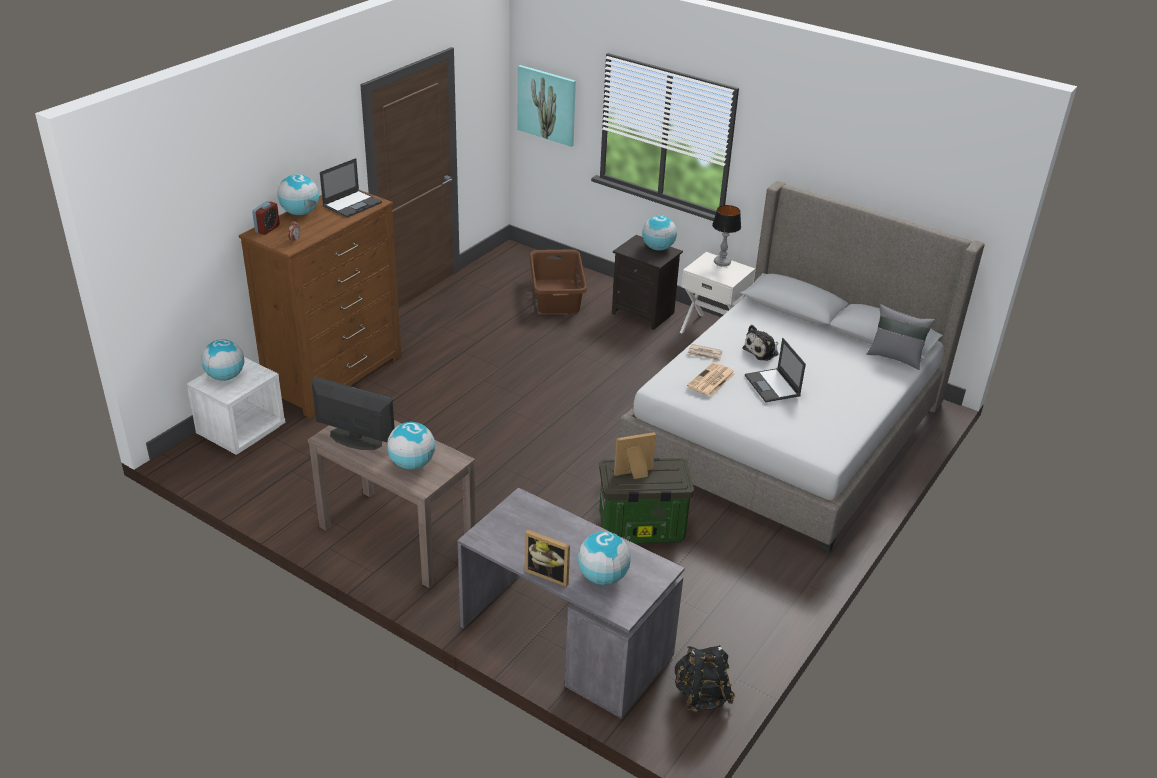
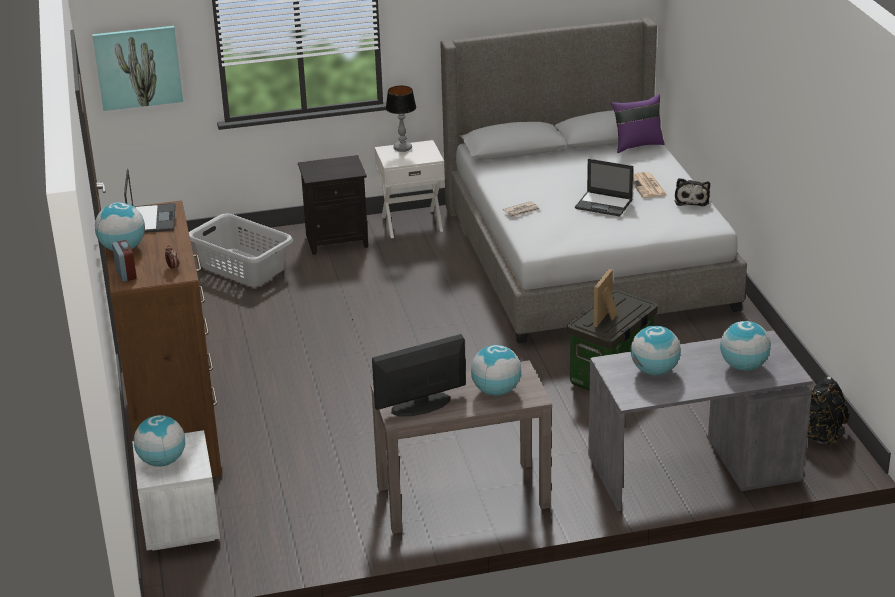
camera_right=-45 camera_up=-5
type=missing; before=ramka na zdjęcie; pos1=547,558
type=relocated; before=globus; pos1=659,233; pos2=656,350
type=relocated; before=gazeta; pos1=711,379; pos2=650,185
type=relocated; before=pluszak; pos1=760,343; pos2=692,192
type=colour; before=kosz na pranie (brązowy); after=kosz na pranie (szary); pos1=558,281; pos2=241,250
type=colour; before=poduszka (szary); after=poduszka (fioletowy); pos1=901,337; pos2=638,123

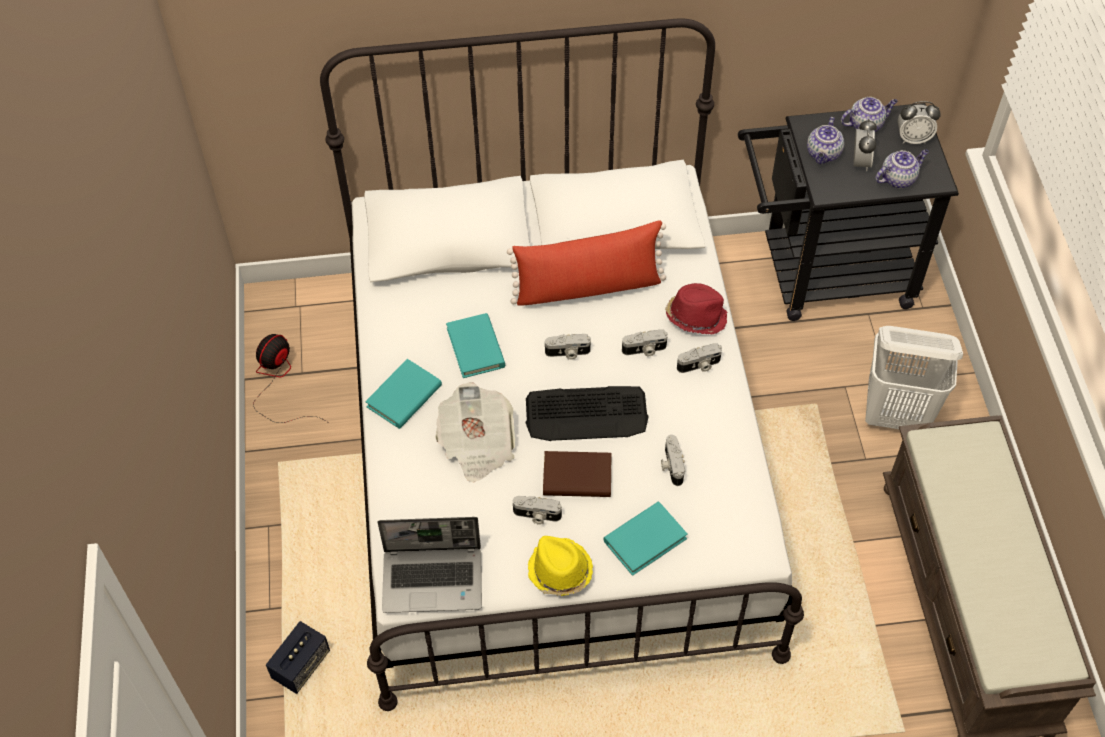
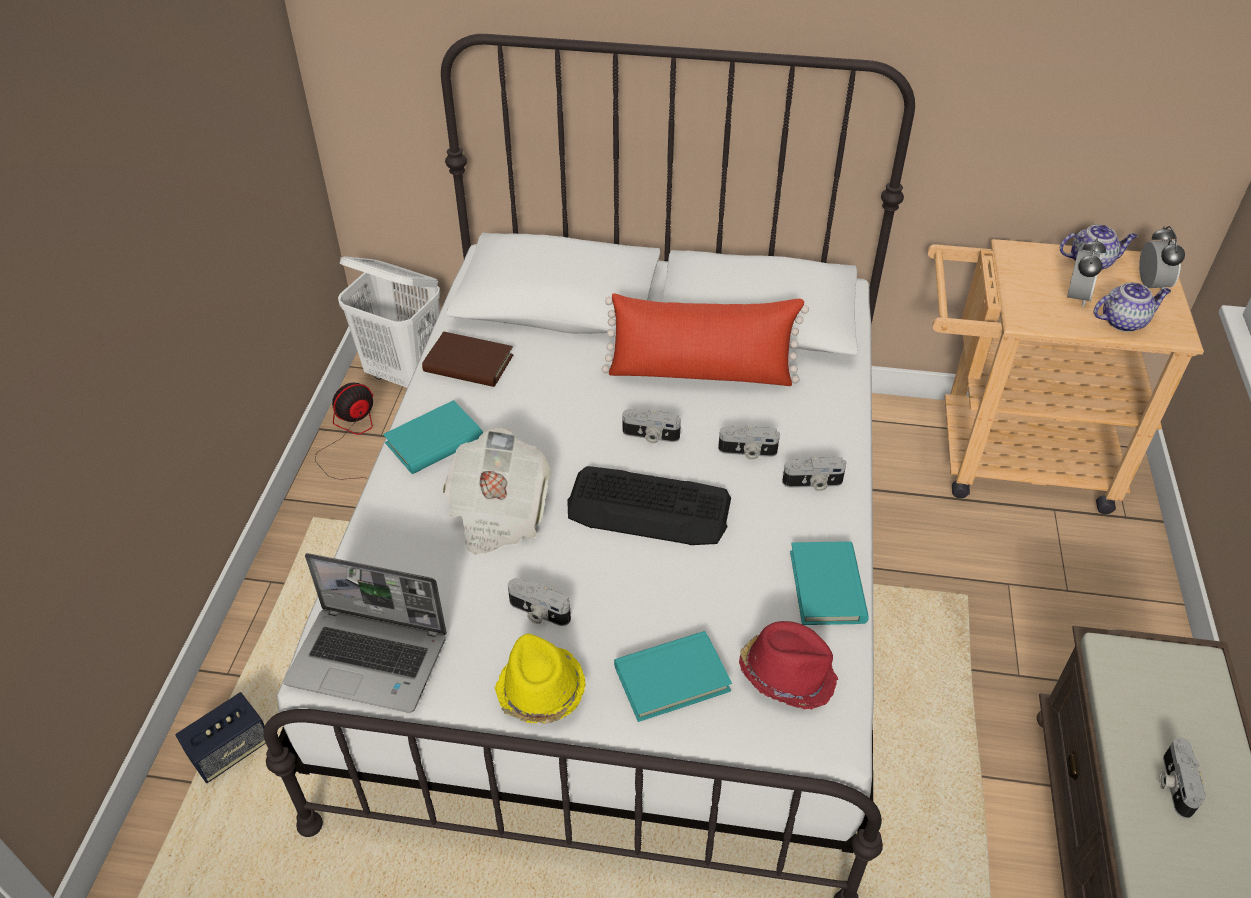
camera_right=15 camera_up=-10
type=missing; before=imbryk; pos1=825,140
type=relocated; before=książka (turkusowy); pos1=475,345; pos2=829,583
type=relocated; before=książka (brązowy); pos1=577,474; pos2=467,359
type=relocated; before=aparat fotograficzny; pos1=673,460; pos2=1182,778
type=relocated; before=kapelusz (czerwony); pos1=696,308; pos2=788,665
type=relocated; before=kosz na pranie (biały); pos1=914,377; pos2=389,322
type=colour; before=wózek (czarny); after=wózek (beżowy); pos1=848,212; pos2=1066,376
type=spun; before=budzik; pos1=919,122; pos2=1162,257; turn=-105

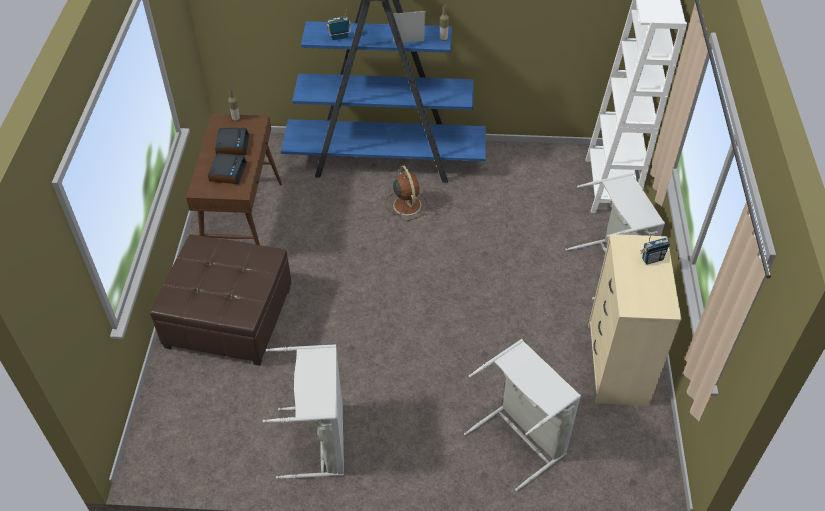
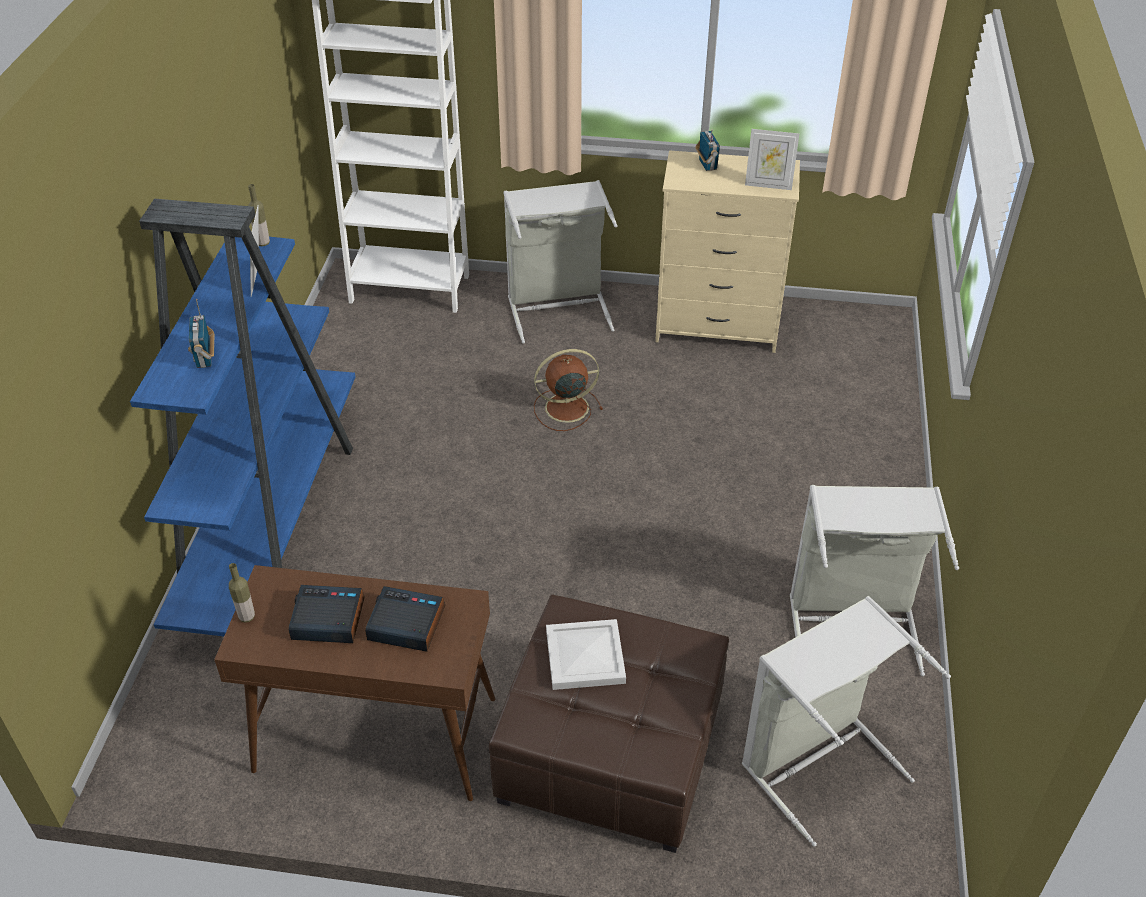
camera_right=-85 camera_up=-5
type=appeared; after=taca (biały); pos2=586,654
type=appeared; after=ramka na zdjęcie; pos2=772,159
type=relocated; before=wentylator (brązowy); pos1=406,194; pos2=568,390
type=relocated; before=kosz na pranie (szary); pos1=522,415; pos2=846,721

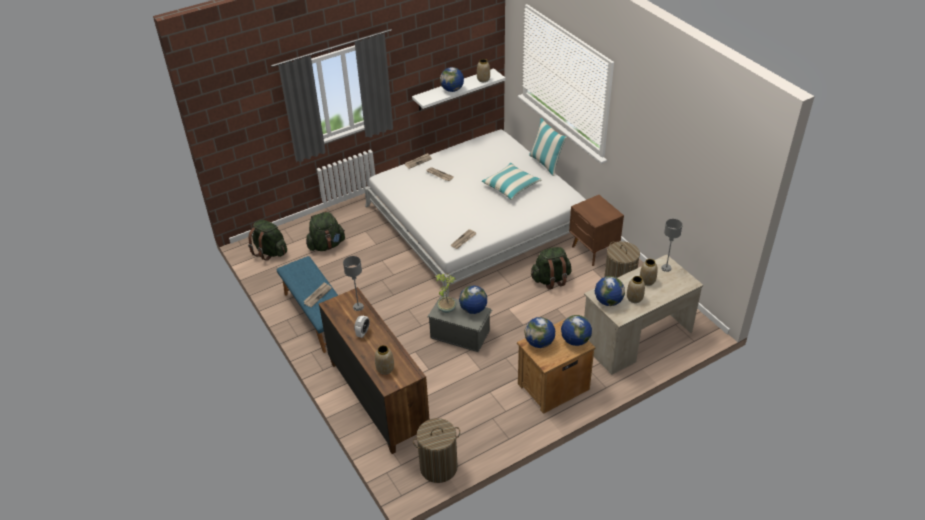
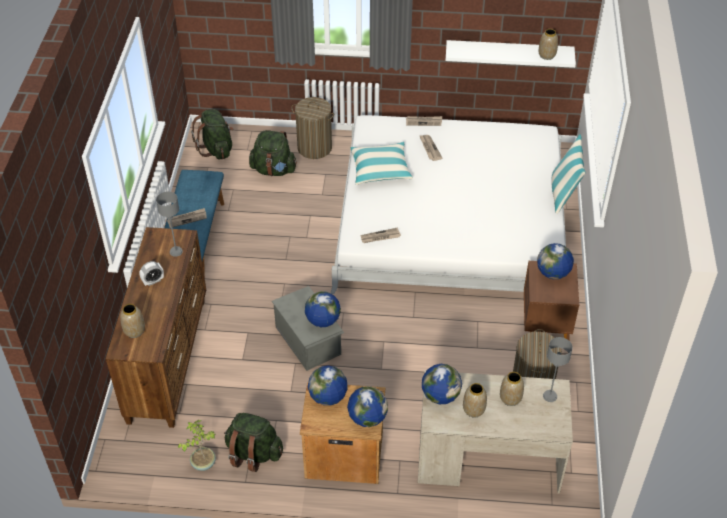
camera_right=35 camera_up=5
type=relocated; before=kosz na pranie; pos1=436,450; pos2=313,128
type=relocated; before=roślina doniczkowa; pos1=446,293; pos2=197,445
type=relocated; before=globus; pos1=452,79; pos2=555,261
type=relocated; before=poduszka; pos1=511,181; pos2=382,163
type=relocated; before=plecak (zielony); pos1=551,268; pos2=253,442

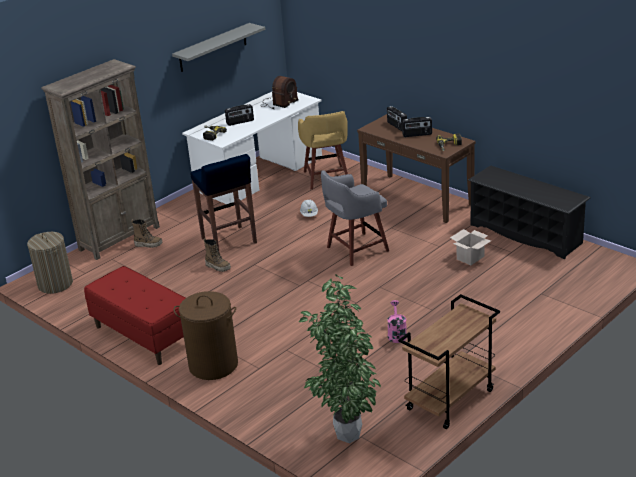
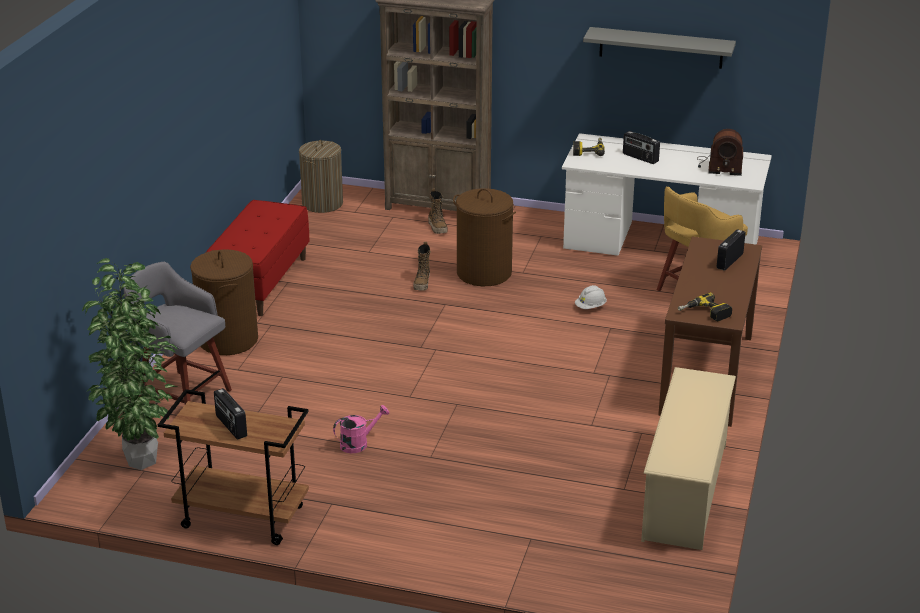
camera_right=60 camera_up=0
type=missing; before=karton; pos1=470,247
type=relocated; before=stołek (szary); pos1=355,218; pos2=178,333
type=relocated; before=radio; pos1=417,127; pos2=230,414
type=exchanged; before=stołek (niebieski); after=kosz na pranie (brązowy); pos1=223,204; pos2=484,237
type=colour; before=regał na buty (czarny); after=regał na buty (beżowy); pos1=529,212; pos2=688,458

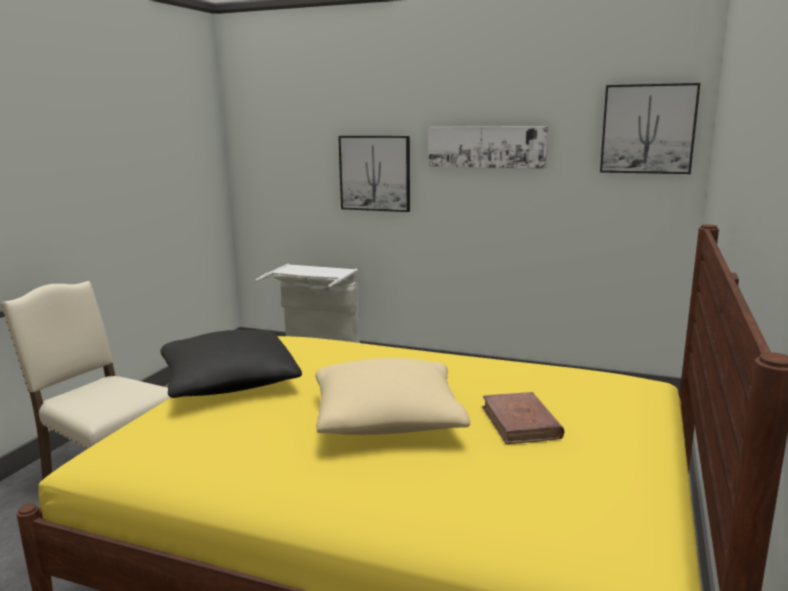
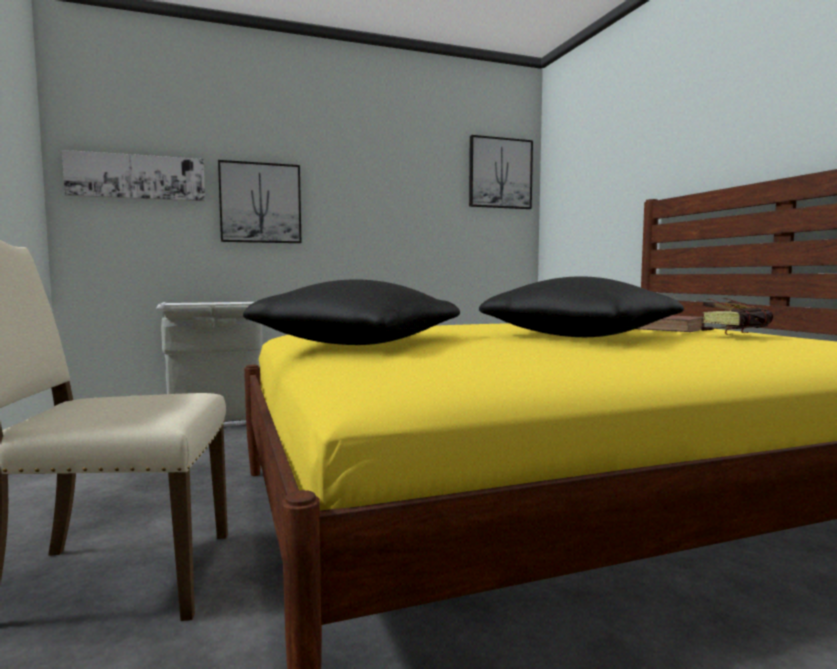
camera_right=-40 camera_up=-10
type=appeared; after=książka; pos2=737,316
type=relocated; before=obraz; pos1=488,147; pos2=133,175
type=colour; before=poduszka (beżowy); after=poduszka (czarny); pos1=392,396; pos2=581,306

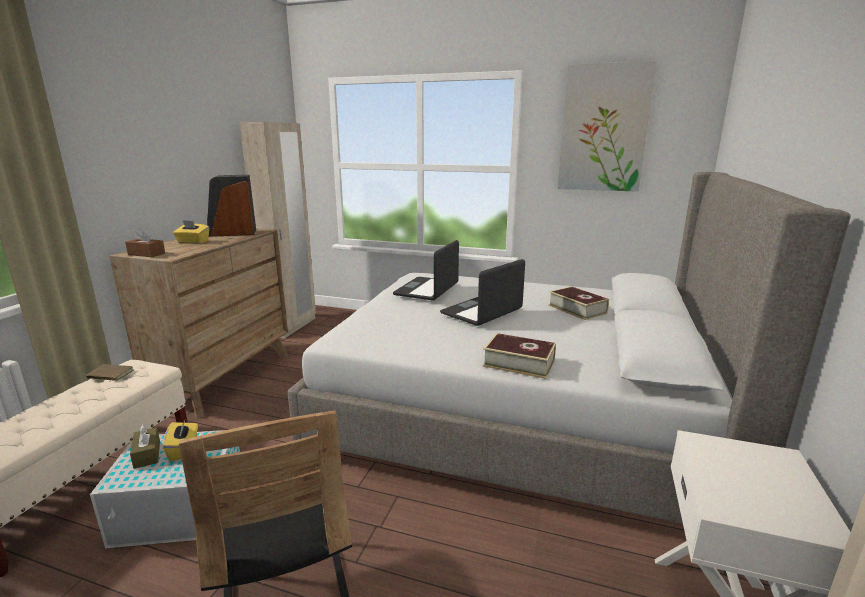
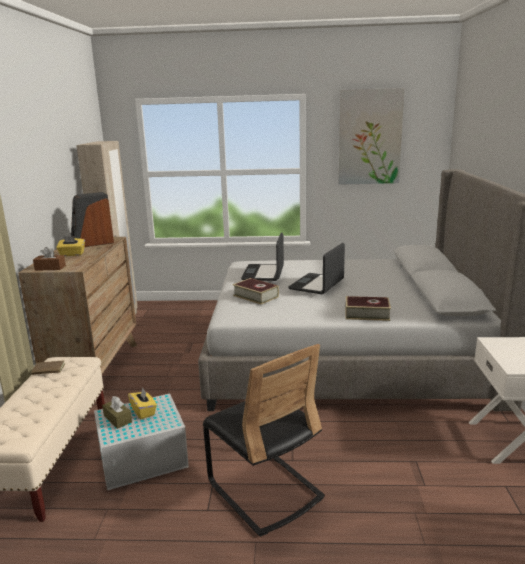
camera_right=-15 camera_up=0
type=relocated; before=książka; pos1=578,303; pos2=256,291

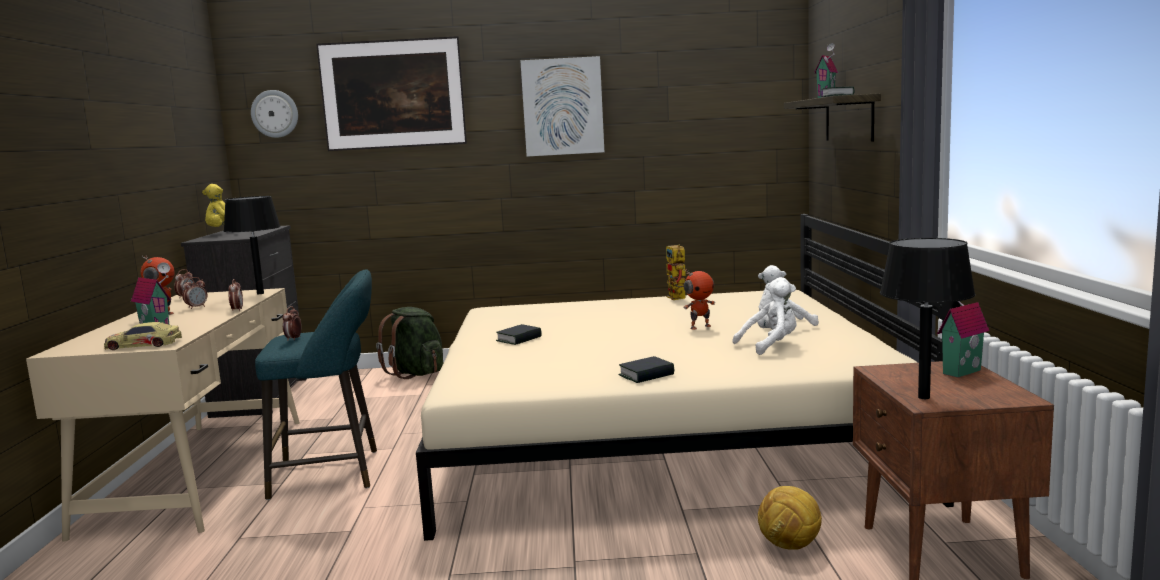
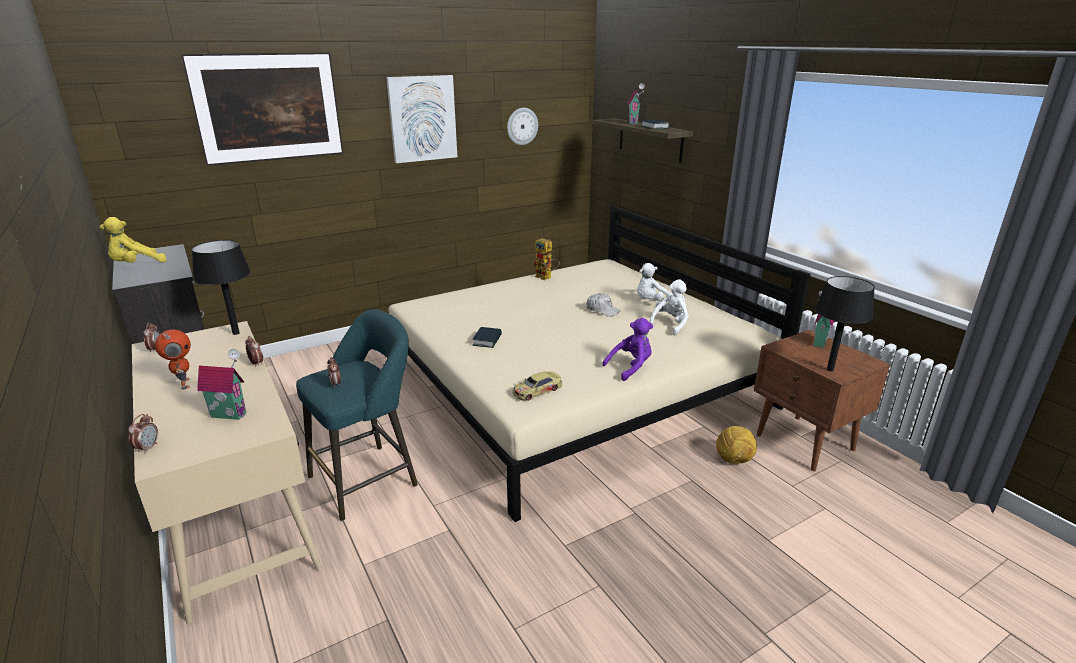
camera_right=-30 camera_up=15
type=missing; before=plecak (zielony); pos1=409,343
type=relocated; before=samochodzik; pos1=143,336; pos2=537,386
type=relocated; before=budzik; pos1=194,293; pos2=143,433
type=relocated; before=zegar ścienny; pos1=274,114; pos2=522,126
type=exchanged; before=książka; after=pluszak (fioletowy); pos1=646,369; pos2=627,349
type=exchanged; before=robot zabawkowy; after=czapka z daszkiem (biały); pos1=699,299; pos2=604,305

